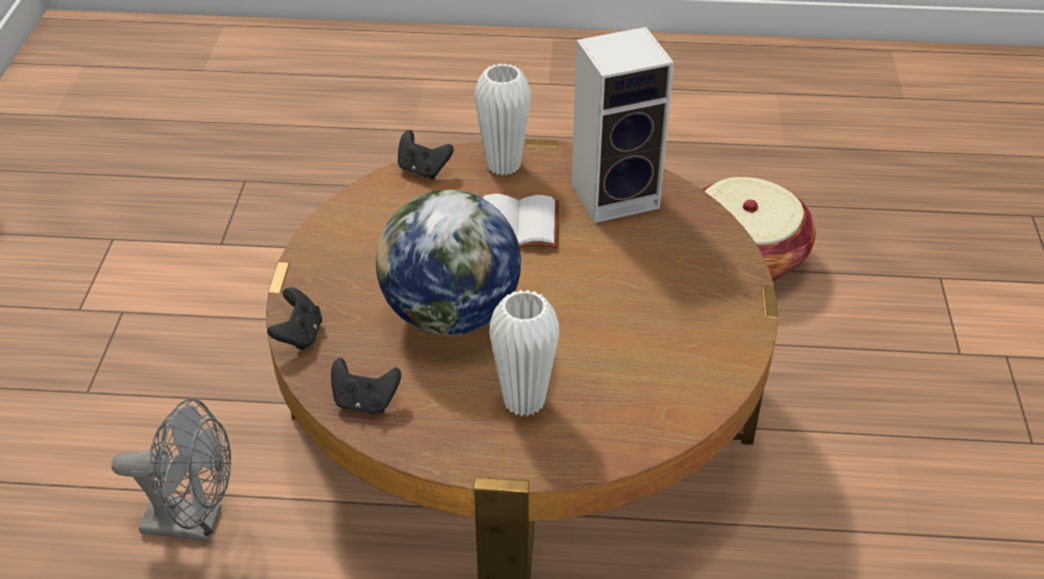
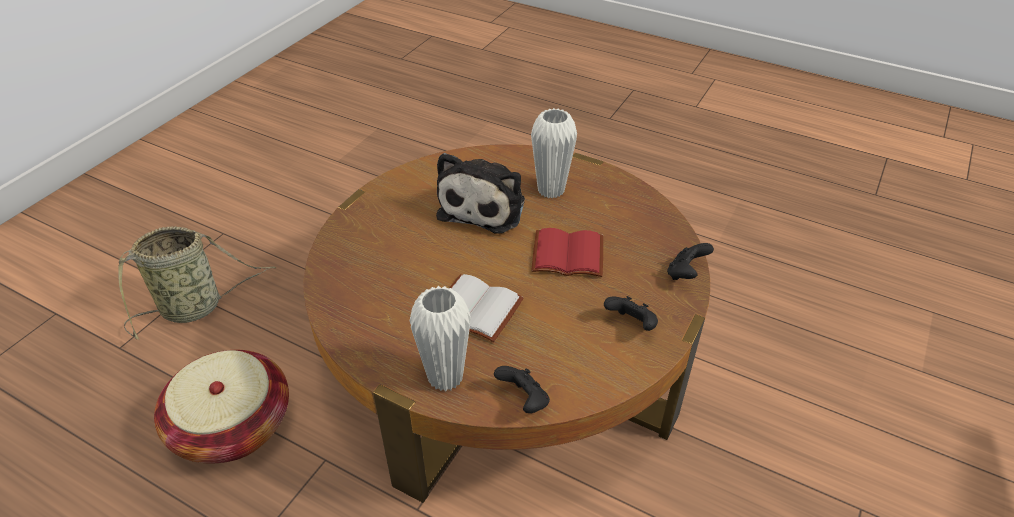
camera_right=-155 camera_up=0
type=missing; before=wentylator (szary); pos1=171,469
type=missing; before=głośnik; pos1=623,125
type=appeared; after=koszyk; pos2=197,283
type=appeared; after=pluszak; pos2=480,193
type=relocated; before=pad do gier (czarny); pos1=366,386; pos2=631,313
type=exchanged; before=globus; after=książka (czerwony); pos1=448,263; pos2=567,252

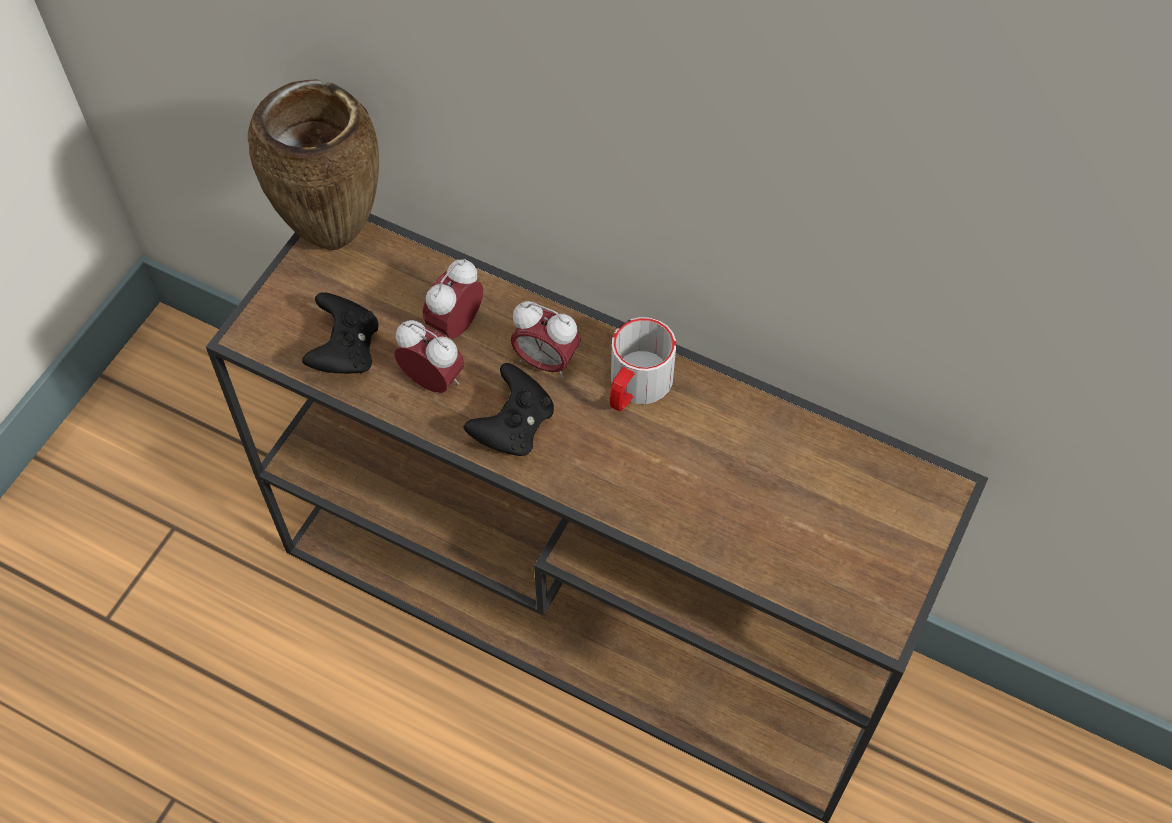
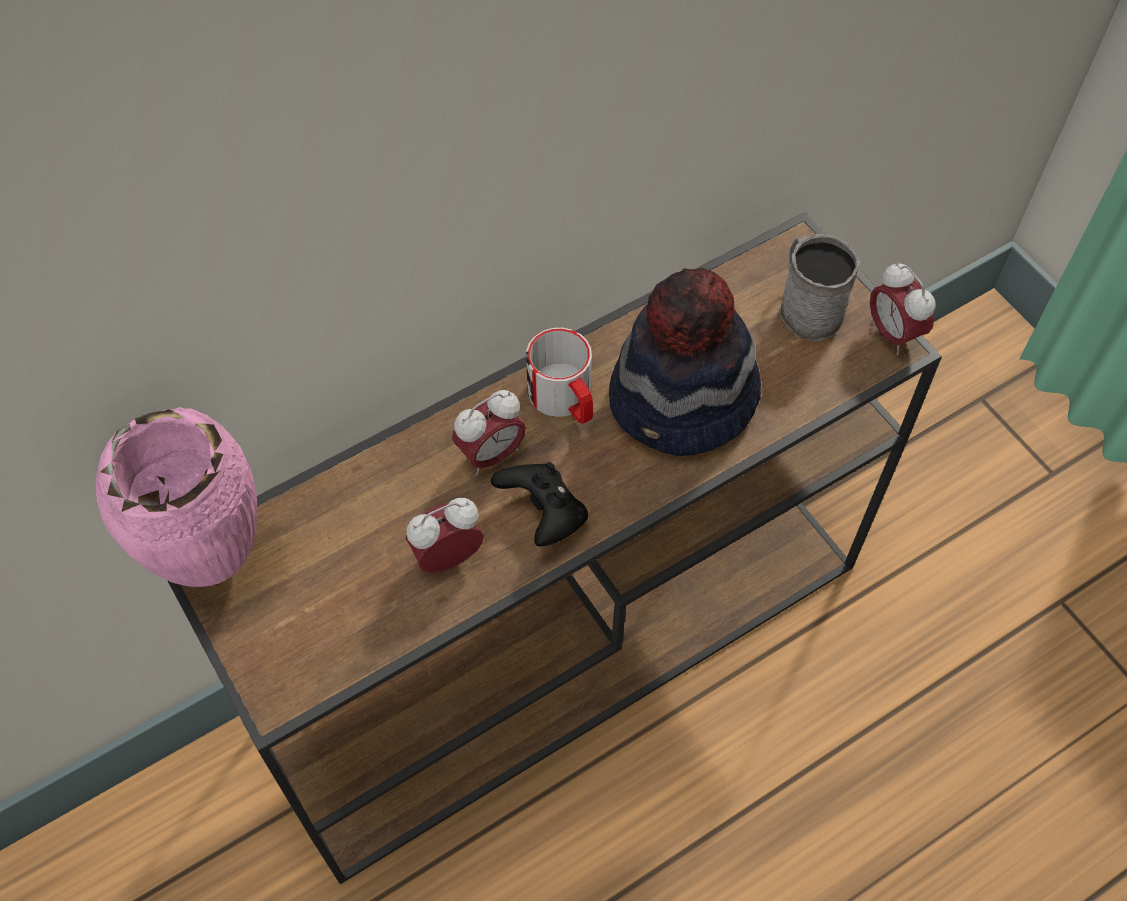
camera_right=-60 camera_up=0
type=missing; before=pad do gier (czarny); pos1=340,333
type=appeared; after=kapelusz; pos2=685,362
type=appeared; after=kubek (szary); pos2=819,287
type=relocated; before=budzik; pos1=453,298; pos2=903,308
type=colour; before=wazon (brązowy); after=wazon (różowy); pos1=313,164; pos2=176,497

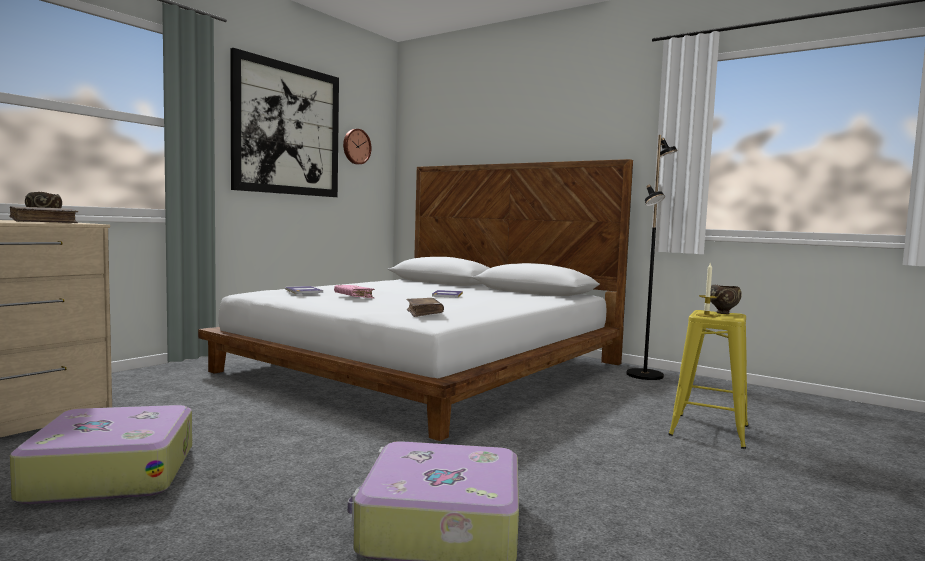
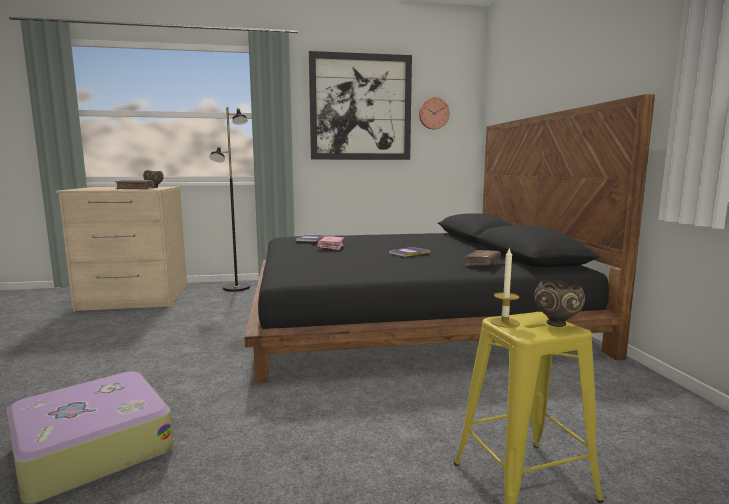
camera_right=45 camera_up=5
type=missing; before=walizka; pos1=101,454
type=relocated; before=książka (brązowy); pos1=425,307; pos2=483,258
type=relocated; before=lampa stojąca (czarny); pos1=652,257; pos2=229,199
type=colour; before=łóżko (biały); after=łóżko (czarny); pos1=415,300; pos2=449,238

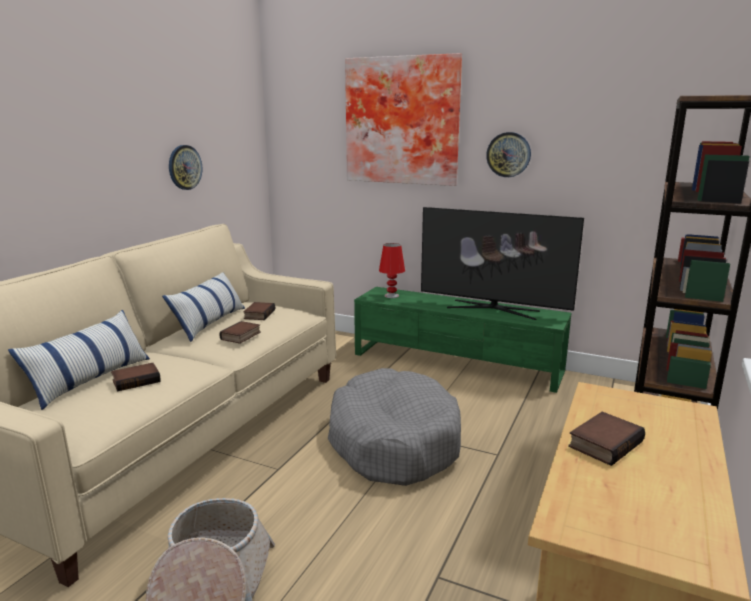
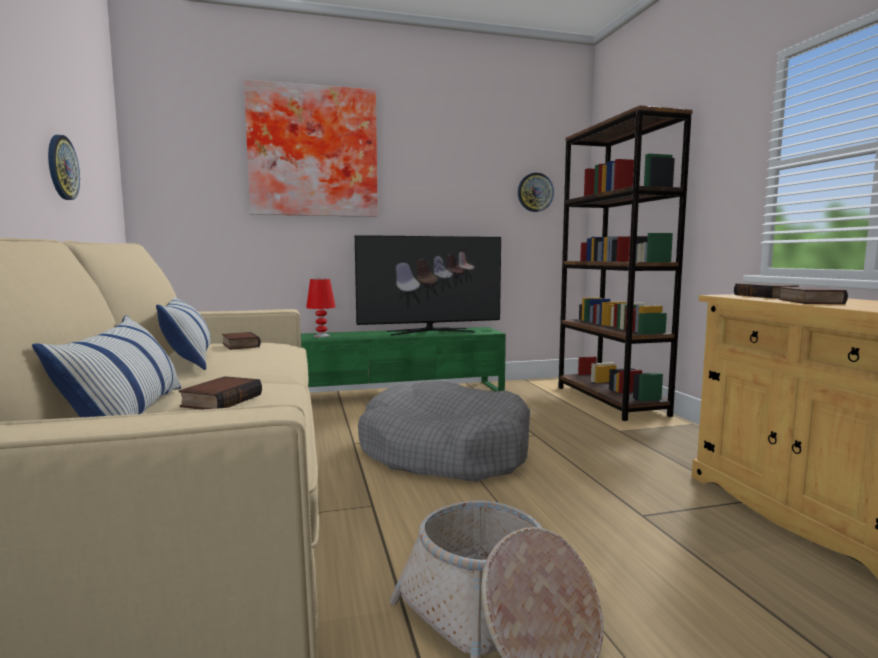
camera_right=-40 camera_up=-10
type=relocated; before=książka; pos1=240,332; pos2=766,290
type=relocated; before=zegar ścienny; pos1=508,154; pos2=536,192

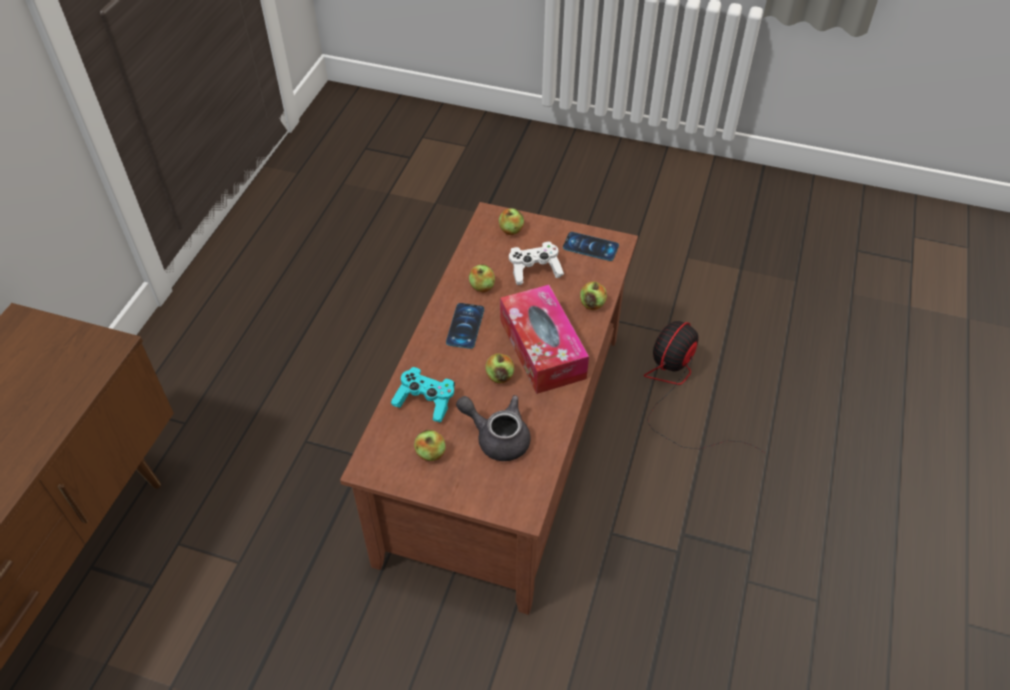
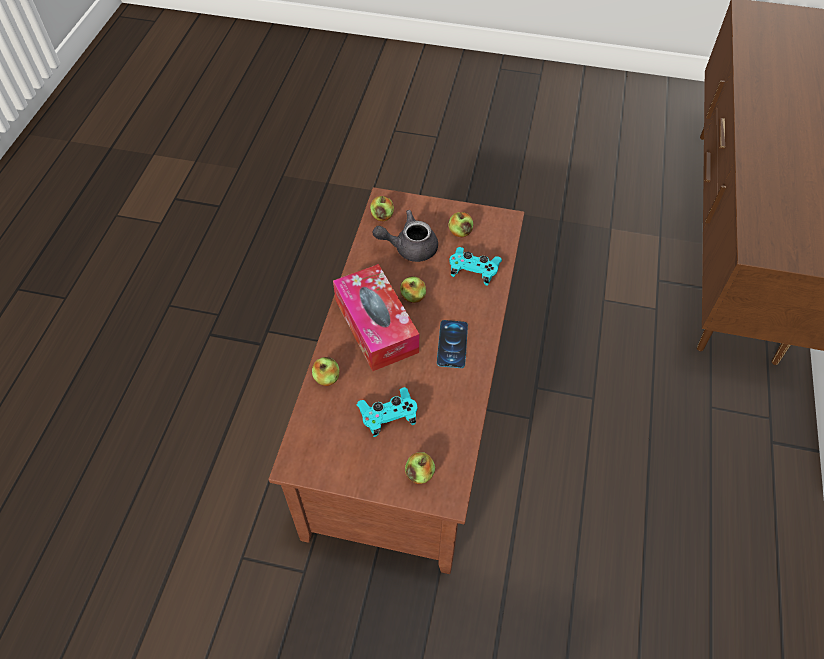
camera_right=175 camera_up=5
type=missing; before=telefon; pos1=591,246
type=missing; before=wentylator; pos1=704,386
type=relocated; before=jabłko; pos1=482,278; pos2=382,208
type=colour; before=pad do gier (biały); after=pad do gier (turkusowy); pos1=536,263; pos2=387,412
type=spun; before=imbryk (szary); pos1=493,428; pos2=405,236; turn=150

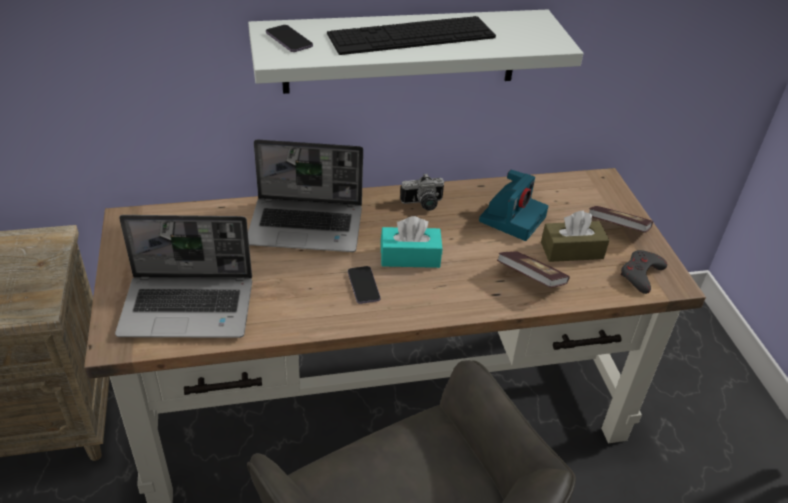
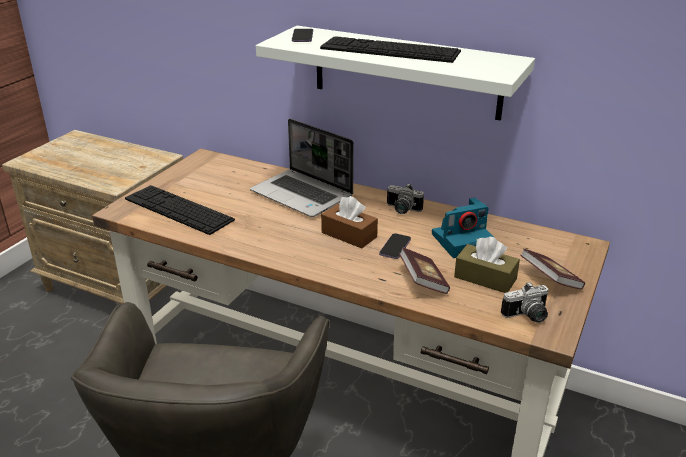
camera_right=40 camera_up=-10
type=relocated; before=telefon; pos1=364,285; pos2=395,246
type=exchanged; before=laptop; after=klawiatura; pos1=183,276; pos2=180,210
type=exchanged; before=pad do gier (szary); after=aparat fotograficzny; pos1=643,272; pos2=525,302
type=colour; before=pudełko chusteczek (turkusowy); after=pudełko chusteczek (brązowy); pos1=411,242; pos2=349,222

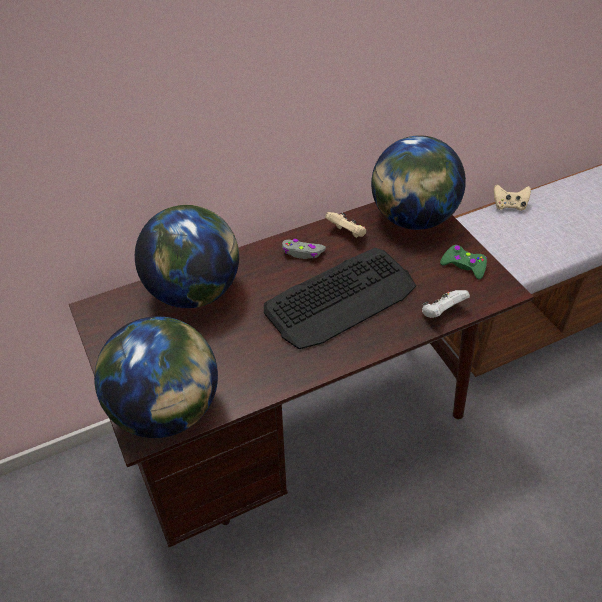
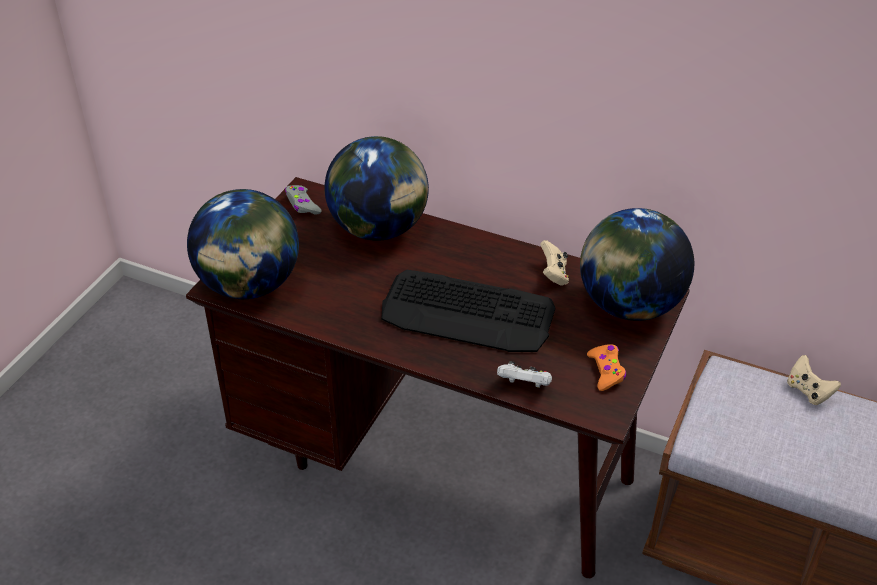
camera_right=50 camera_up=-5
type=relocated; before=pad do gier (szary); pos1=304,249; pos2=303,200
type=colour; before=pad do gier (zielony); after=pad do gier (pomarańczowy); pos1=463,262; pos2=606,367

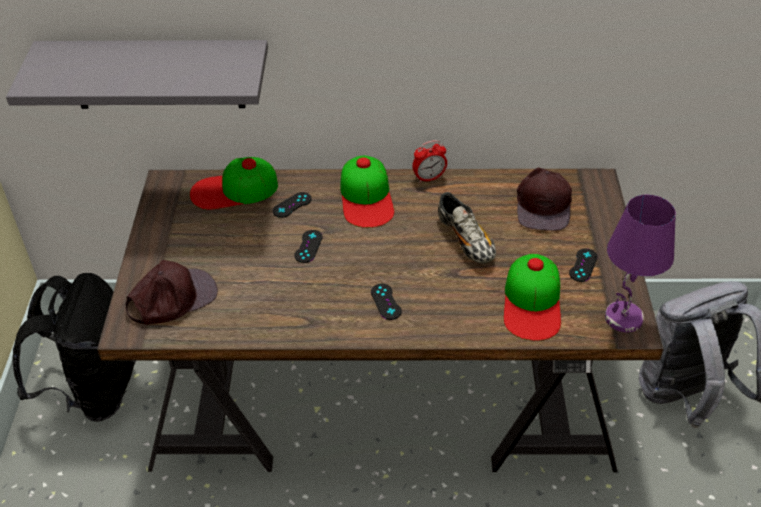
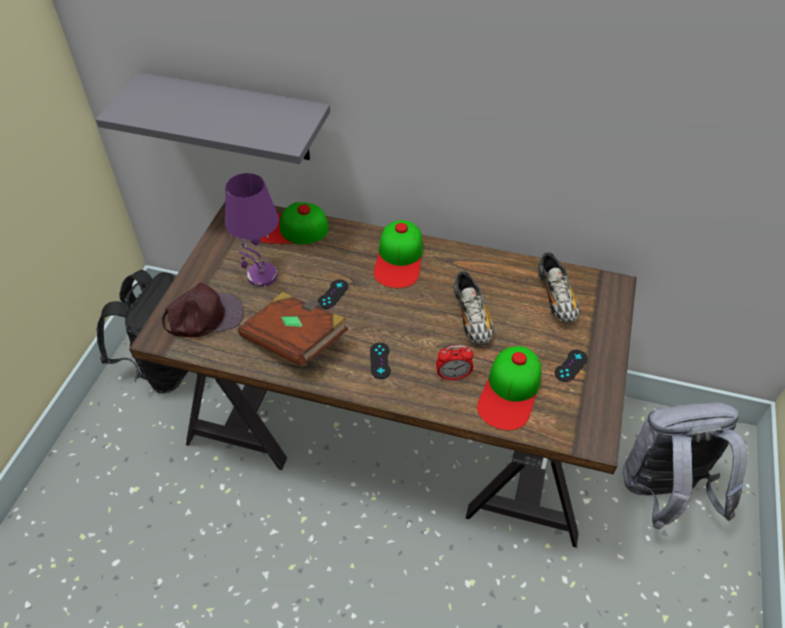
camera_right=15 camera_up=5
type=missing; before=pad do gier (czarny); pos1=292,205
type=appeared; after=książka (brązowy); pos2=293,329
type=relocated; before=budzik; pos1=429,161; pos2=454,362
type=relocated; before=lampa stołowa (fioletowy); pos1=640,263; pos2=252,230
type=exchanged; before=czapka z daszkiem (brązowy); after=but; pos1=544,199; pos2=558,288

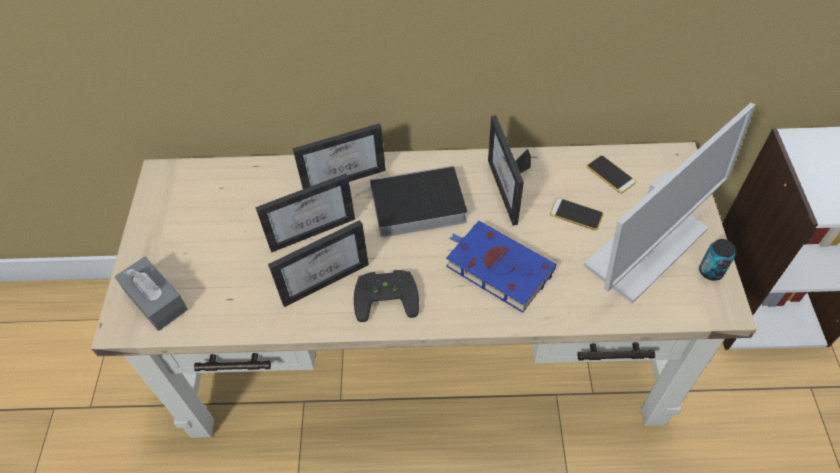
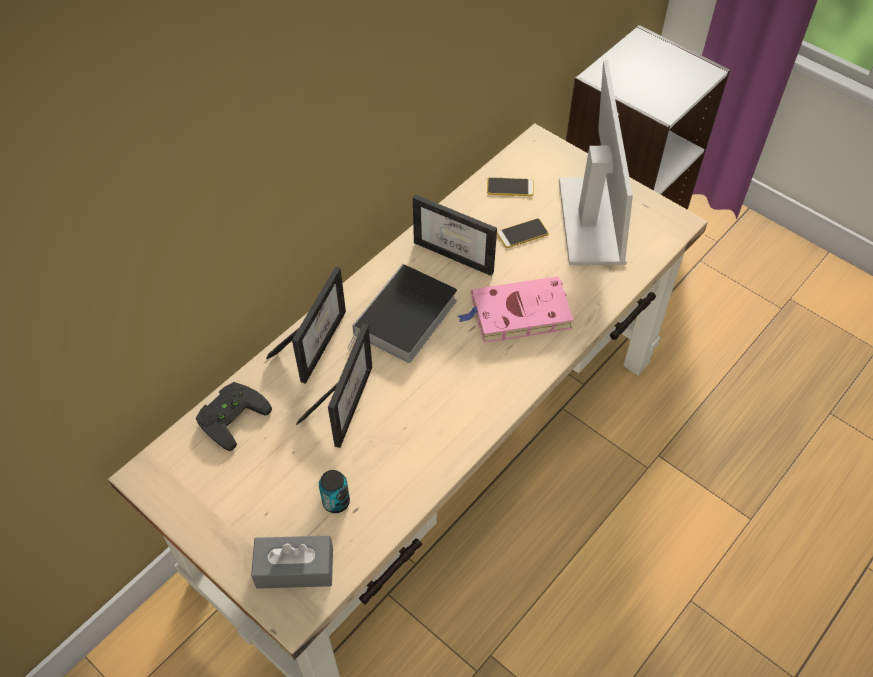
camera_right=-50 camera_up=0
type=missing; before=ramka na zdjęcie; pos1=318,263
type=relocated; before=pad do gier (czarny); pos1=386,296; pos2=234,416
type=relocated; before=puszka; pos1=717,260; pos2=334,491
type=colour; before=książka (niebieski); after=książka (różowy); pos1=501,267; pos2=516,309

